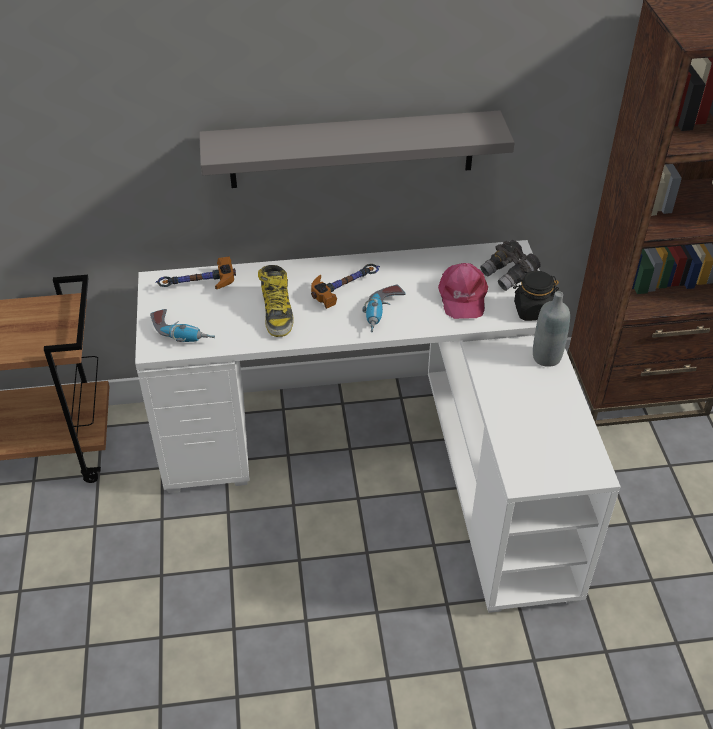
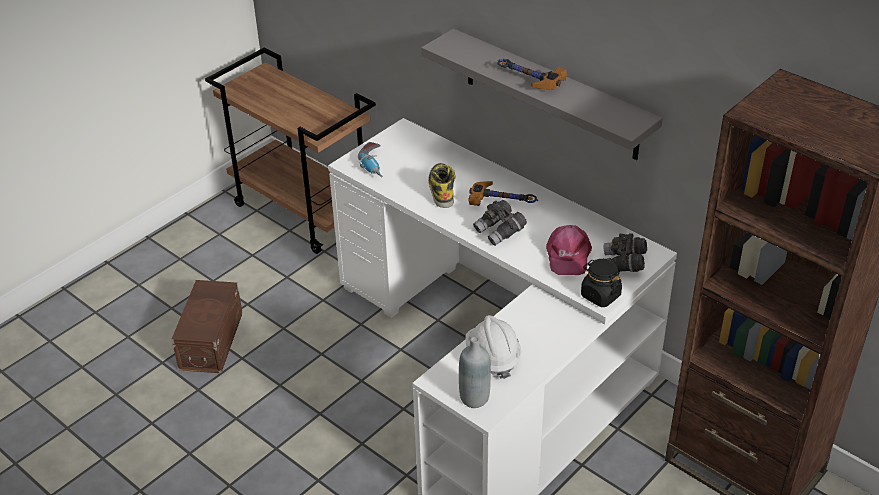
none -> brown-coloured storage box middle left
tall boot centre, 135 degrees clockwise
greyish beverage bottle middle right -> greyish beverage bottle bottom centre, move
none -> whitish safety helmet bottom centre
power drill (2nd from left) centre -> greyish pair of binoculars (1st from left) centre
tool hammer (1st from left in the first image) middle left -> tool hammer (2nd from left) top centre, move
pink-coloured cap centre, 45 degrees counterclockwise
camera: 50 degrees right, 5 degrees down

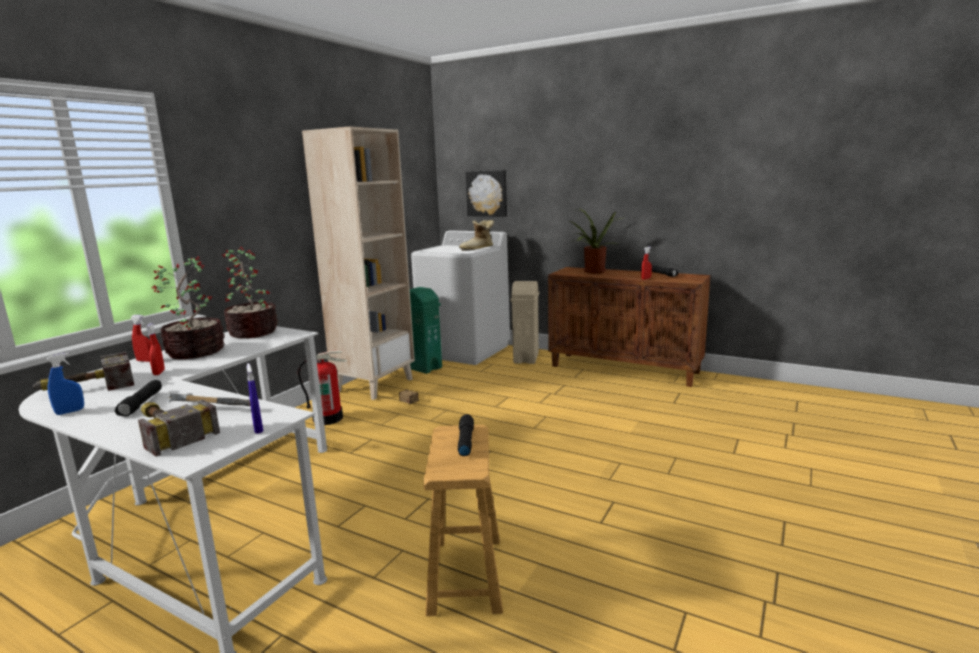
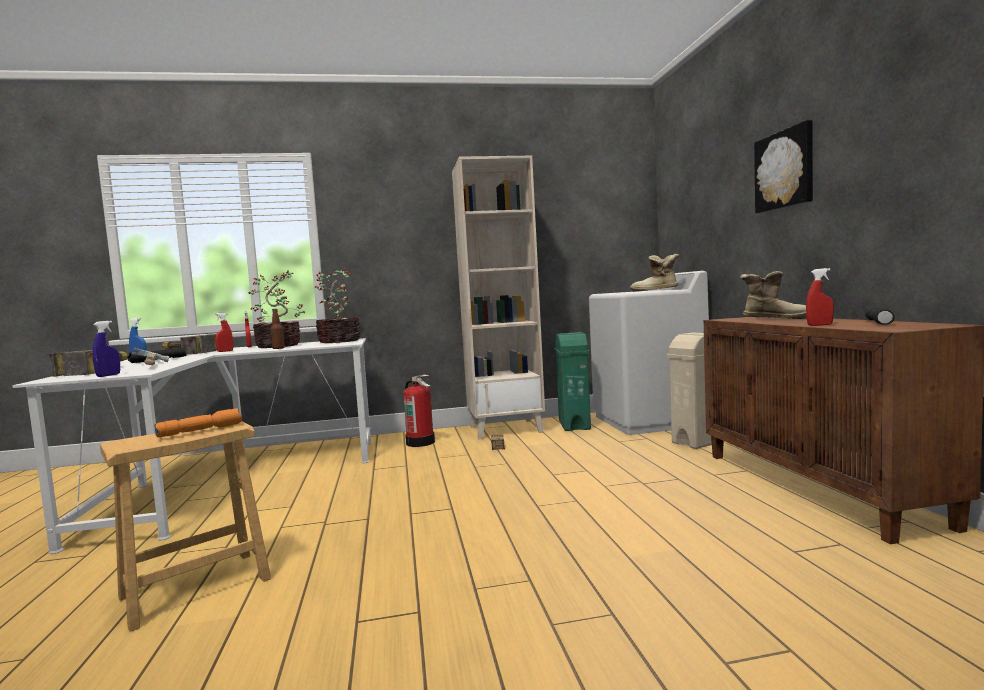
black hand torch (2nd from left) centre -> orangey hand torch middle left
none -> beverage bottle middle left
houseplant (3rd from left) centre -> tall boot (2nd from left) middle right
wall art top centre -> wall art top right, move
camera: 50 degrees right, 10 degrees down

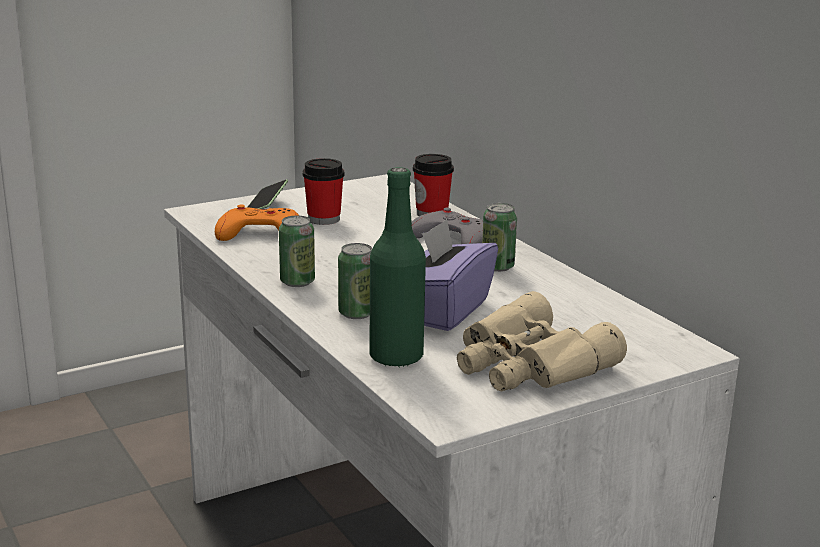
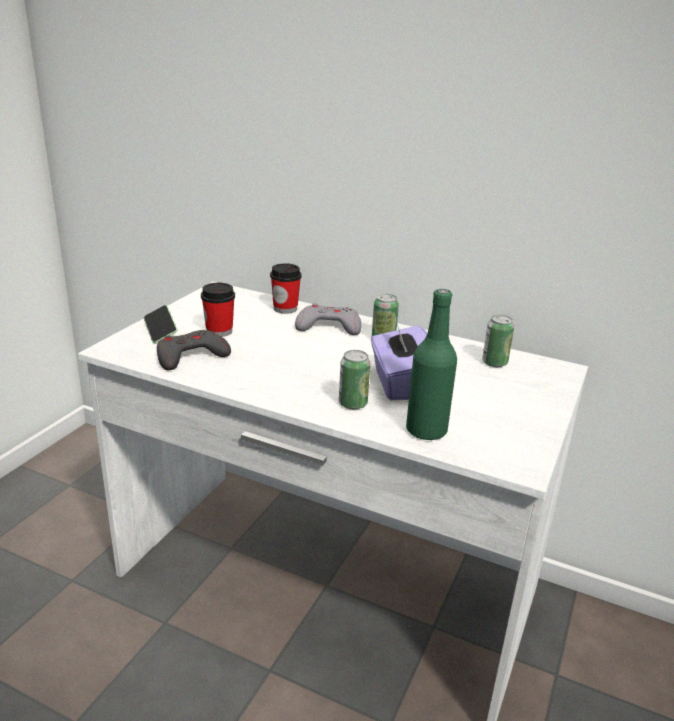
orangey game controller middle left -> greyish game controller (1st from left) middle left
sealed can (1st from left in the first image) centre -> sealed can (3rd from left) middle right, move
beige-coloured pair of binoculars centre -> none
camera: 35 degrees left, 5 degrees up

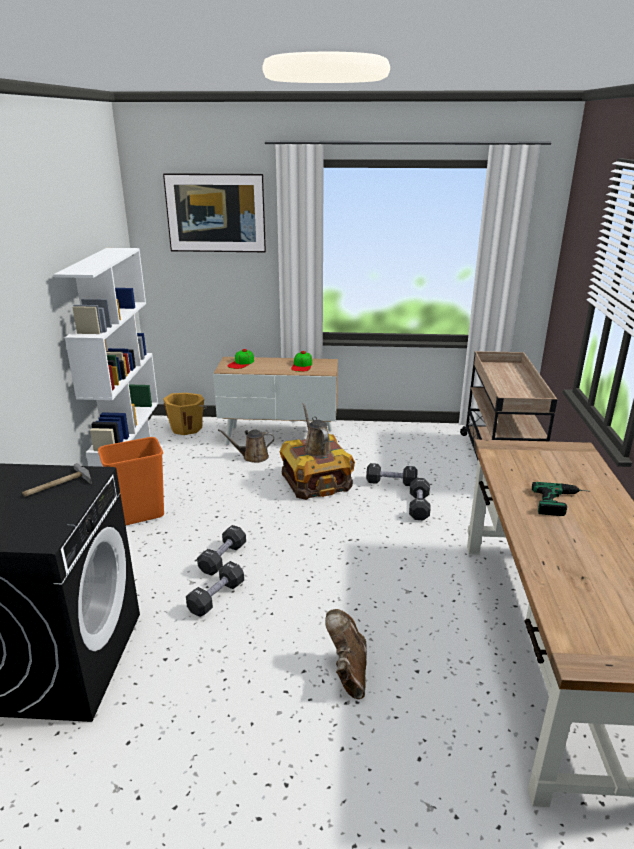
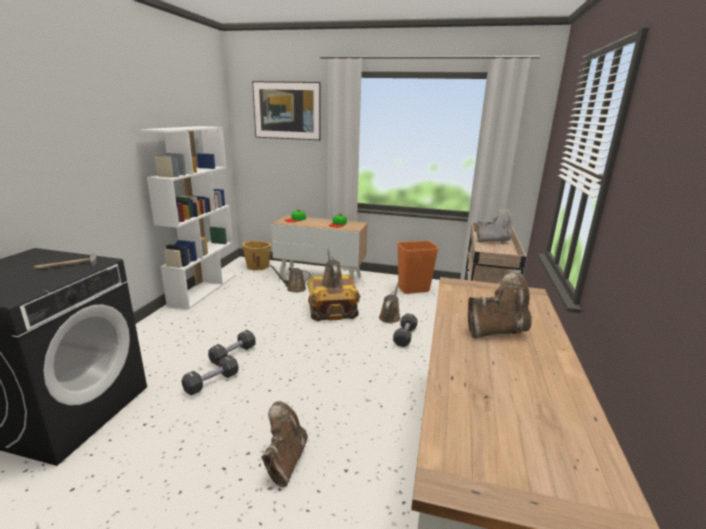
black hand weight (3rd from left) centre -> brown-coloured watering pot (3rd from left) centre
orangey trash can middle left -> orangey trash can centre, move
power drill middle right -> brown-coloured tall boot (2nd from left) middle right
none -> greyish tall boot middle right
camera: 10 degrees right, 5 degrees down

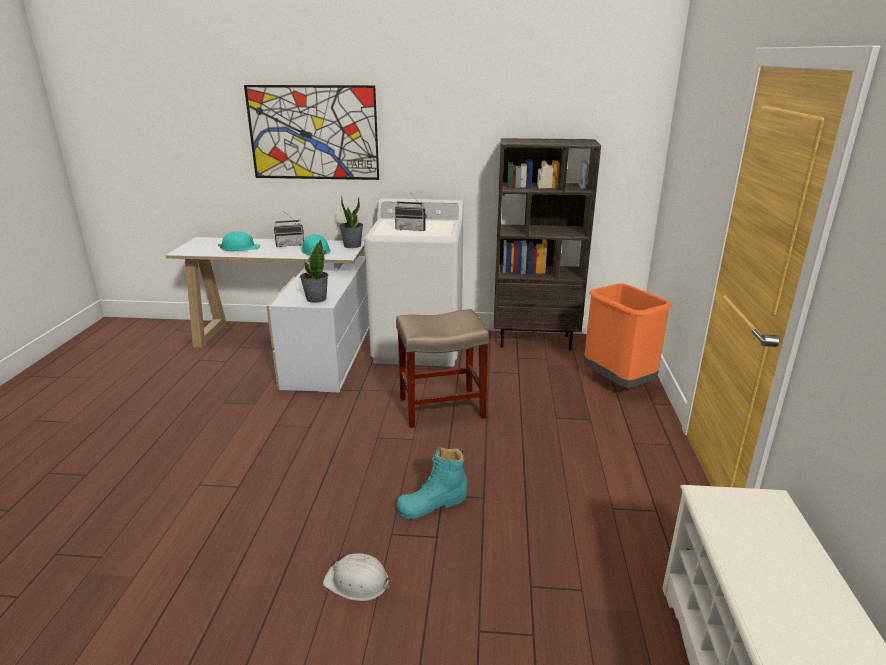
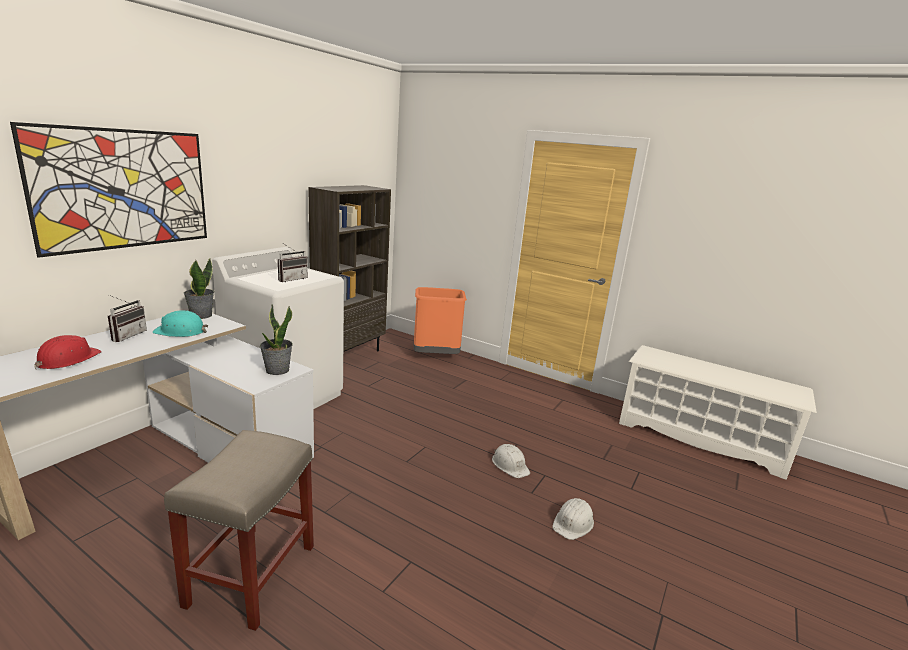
turquoise safety helmet (1st from left) middle left -> red safety helmet middle left
beige-coloured stool centre -> beige-coloured stool bottom left, move
turquoise tall boot bottom centre -> whitish safety helmet (1st from left) bottom centre
camera: 65 degrees left, 5 degrees down

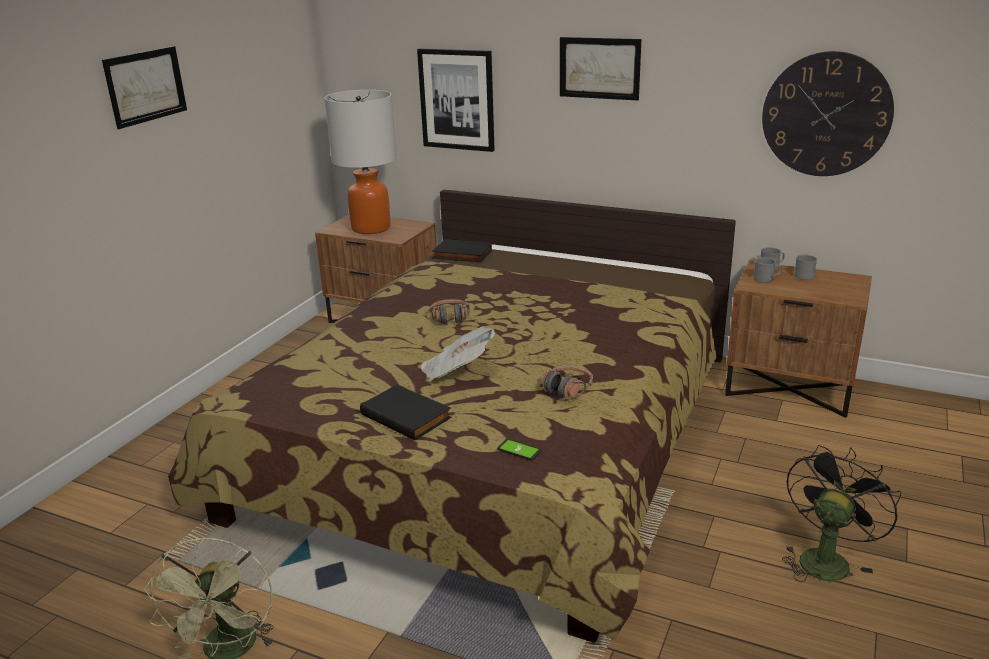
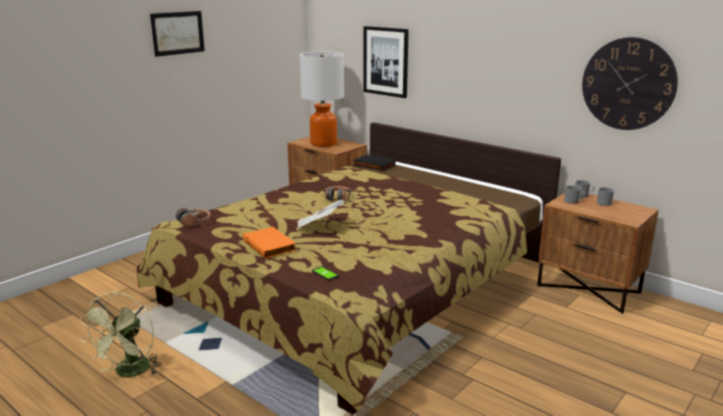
headphones (2nd from left in the first image) centre -> headphones (1st from left) middle left, move
black book (1st from left) centre -> orangey book centre
wall art (3rd from left) top centre -> none
black fan bottom right -> none
camera: 15 degrees right, 5 degrees down

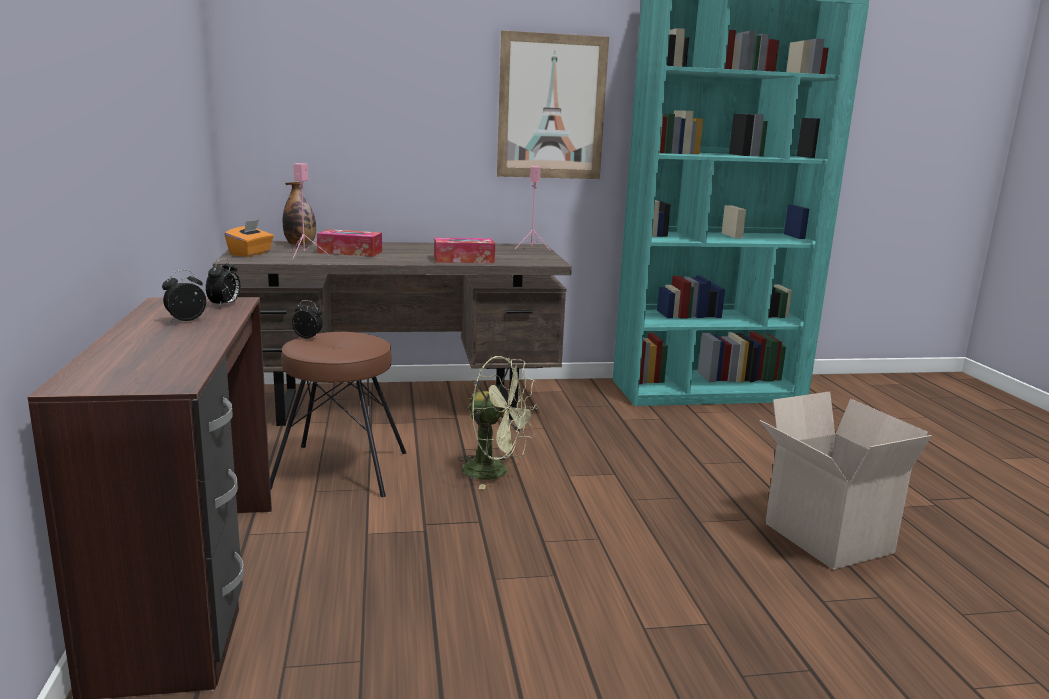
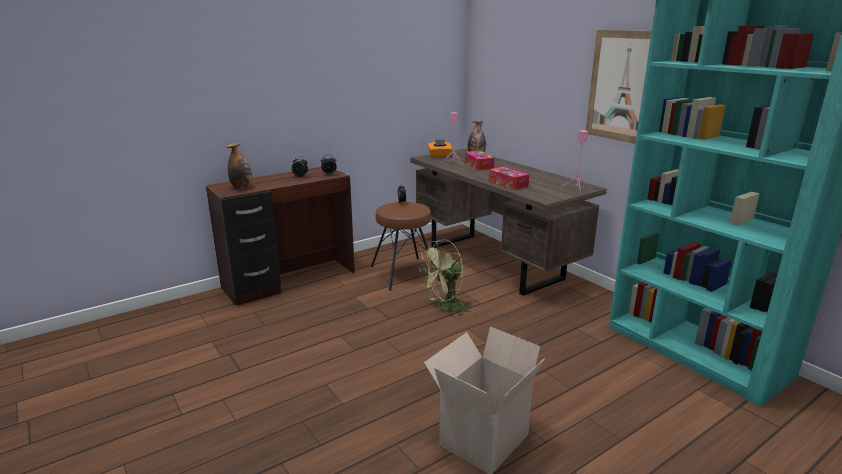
none -> beverage bottle (1st from left) middle left
green fan centre, 60 degrees clockwise
camera: 65 degrees right, 5 degrees up

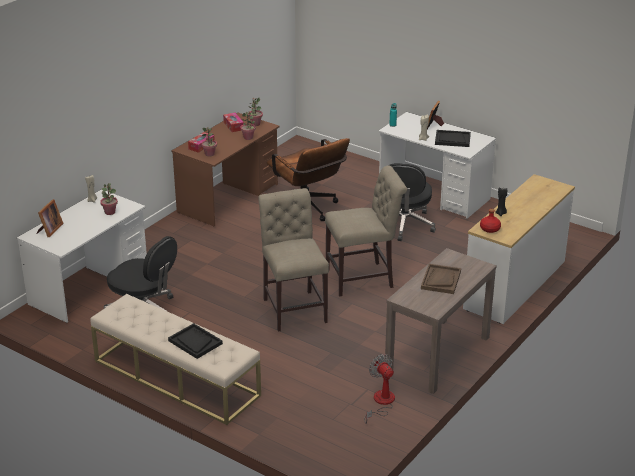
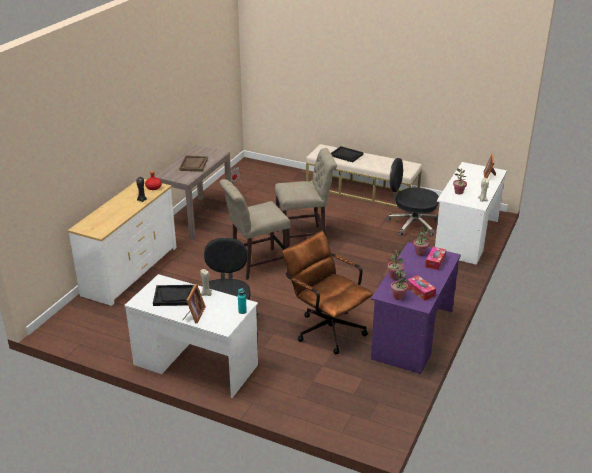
beige-coloured chair (1st from left in the first image) centre -> beige-coloured chair (2nd from left) centre, 75 degrees counterclockwise
brown-coloured desk table centre -> purplish desk table middle right
camera: 170 degrees right, 0 degrees up

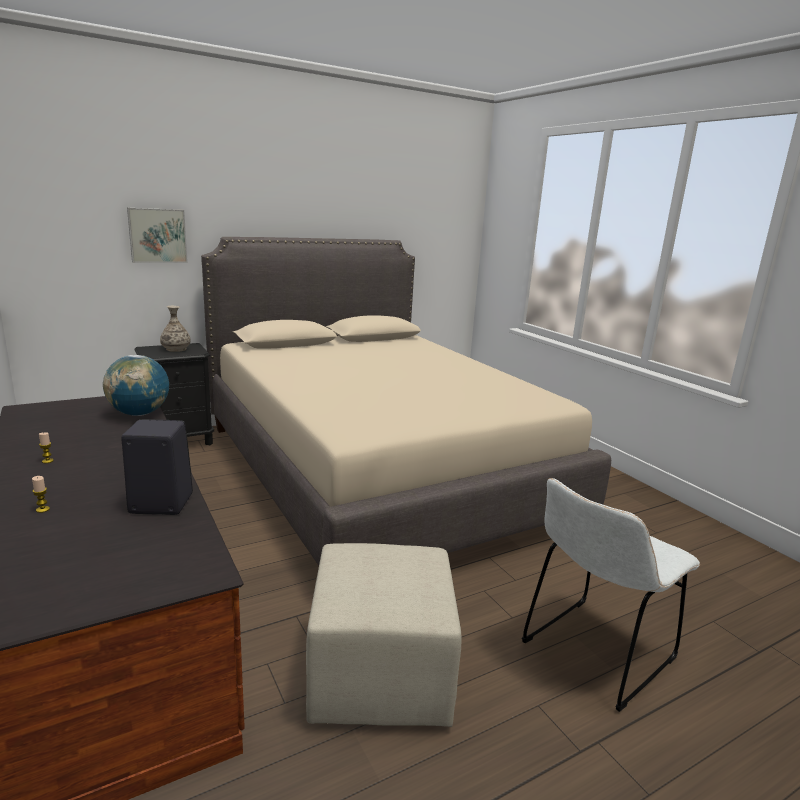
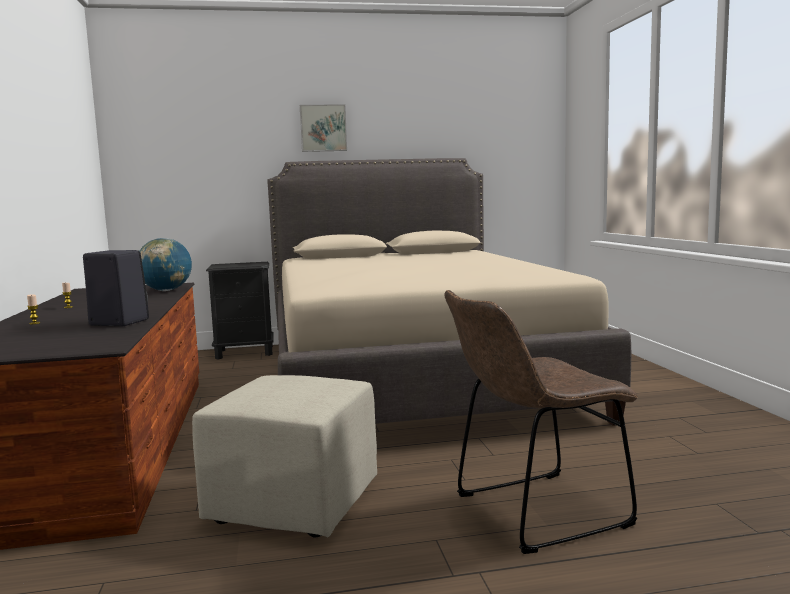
wall art top left -> wall art top centre, move
whitish chair bottom right -> brown-coloured chair bottom right
flower vase middle left -> none
camera: 20 degrees right, 10 degrees down

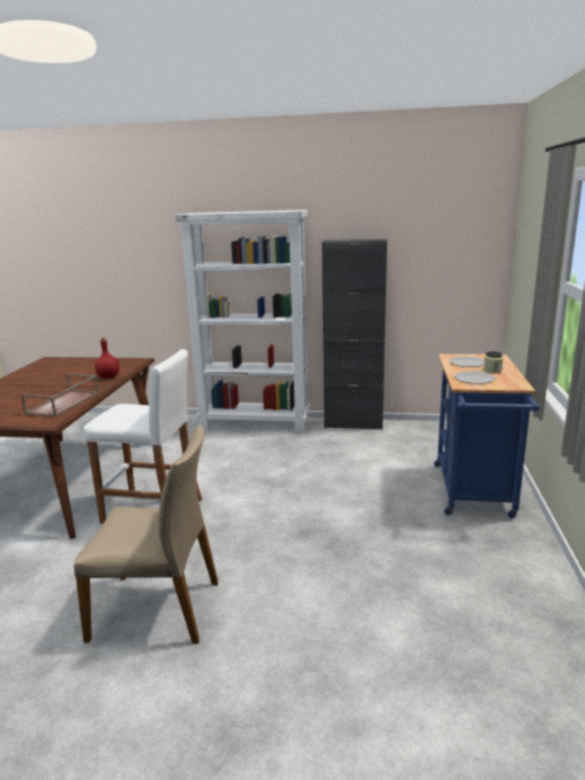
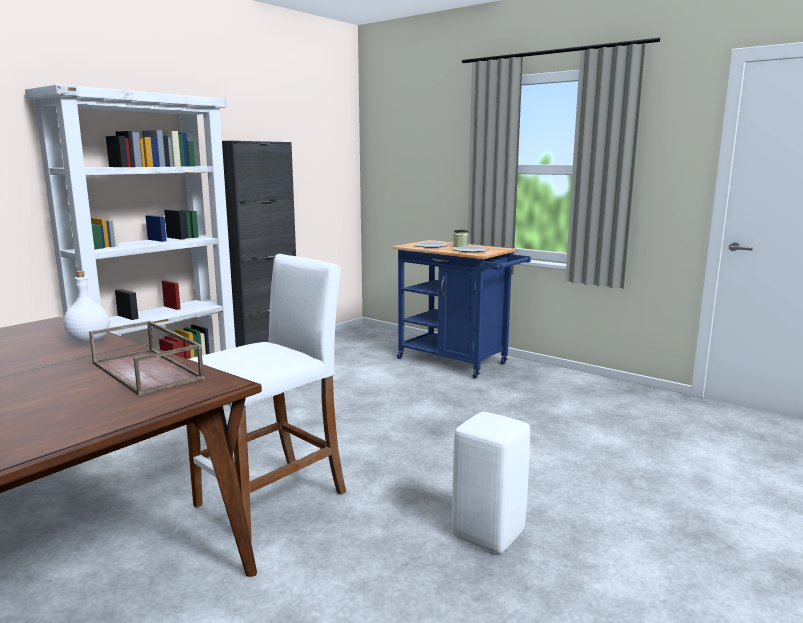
red beverage bottle middle left -> whitish beverage bottle middle left
beige-coloured chair bottom left -> whitish stool (2nd from left) bottom centre
camera: 60 degrees left, 5 degrees down

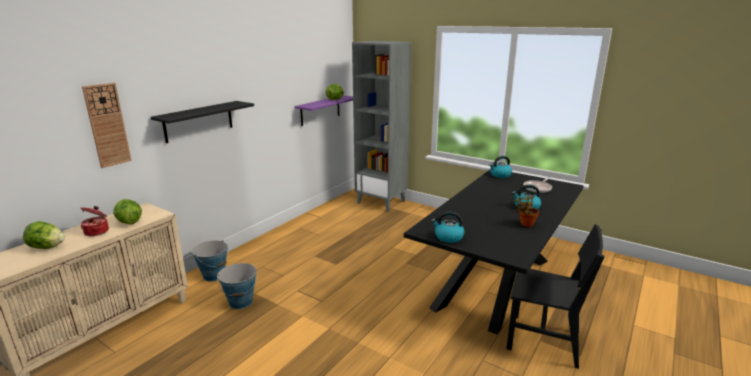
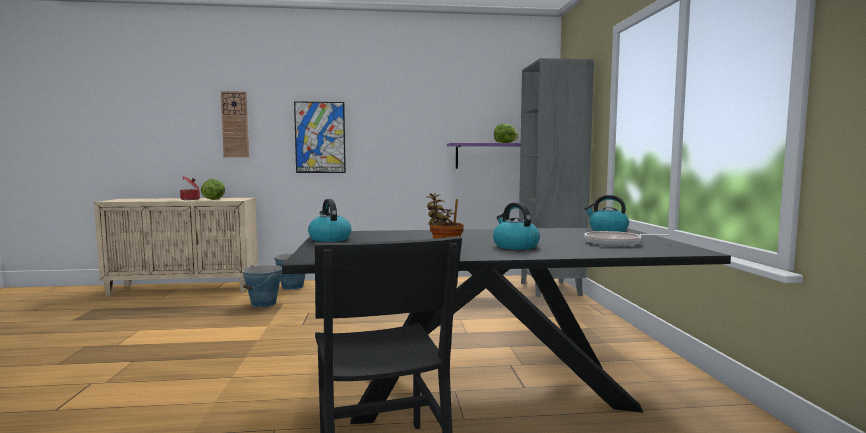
black wall shelf top left -> wall art top centre
head of lettuce (1st from left) middle left -> none
camera: 50 degrees right, 15 degrees down

